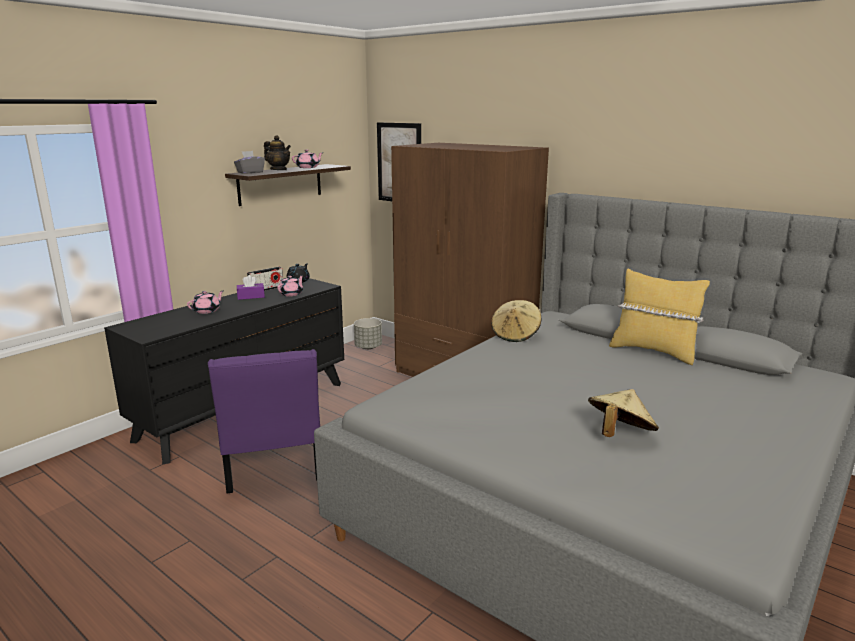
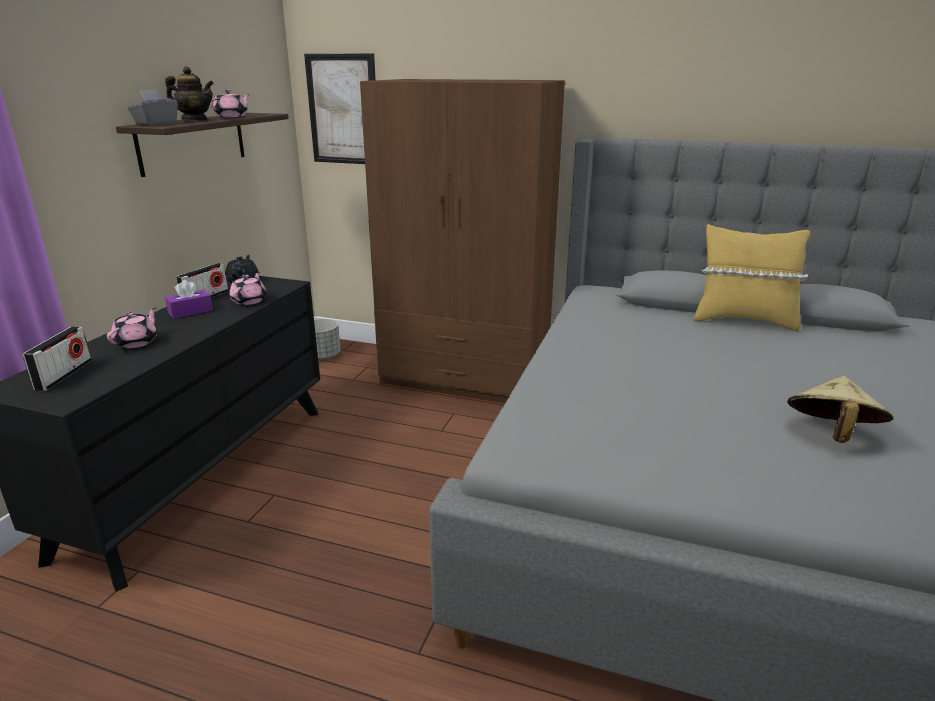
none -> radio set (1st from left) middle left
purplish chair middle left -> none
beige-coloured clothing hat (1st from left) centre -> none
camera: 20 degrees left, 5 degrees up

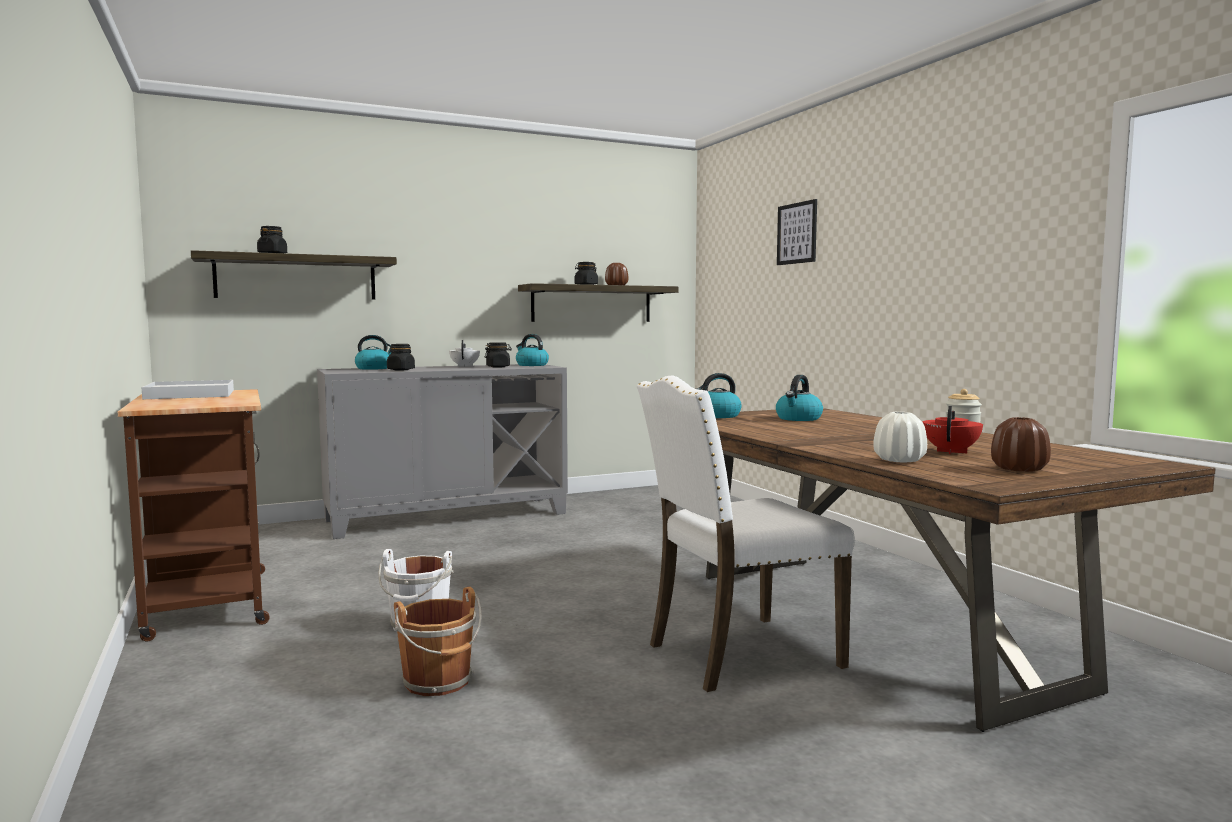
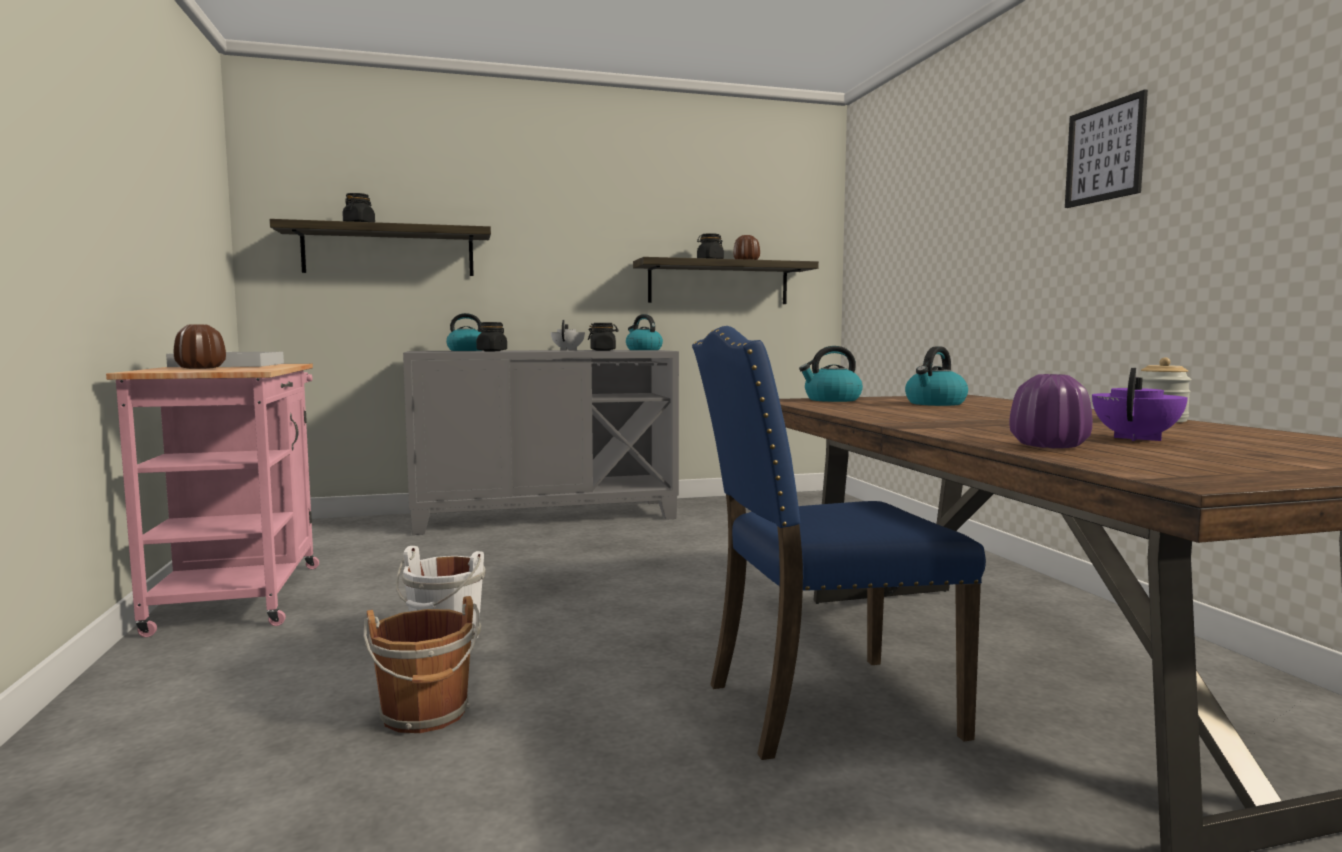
brown-coloured trolley middle left -> pink-coloured trolley middle left
brown-coloured flower vase (2nd from left in the first image) middle right -> brown-coloured flower vase (1st from left) middle left, move
whitish chair centre -> bluish chair centre
whitish flower vase middle right -> purplish flower vase middle right
wall art top centre -> wall art top right, move
red tea pot middle right -> purplish tea pot middle right
camera: 10 degrees right, 0 degrees up

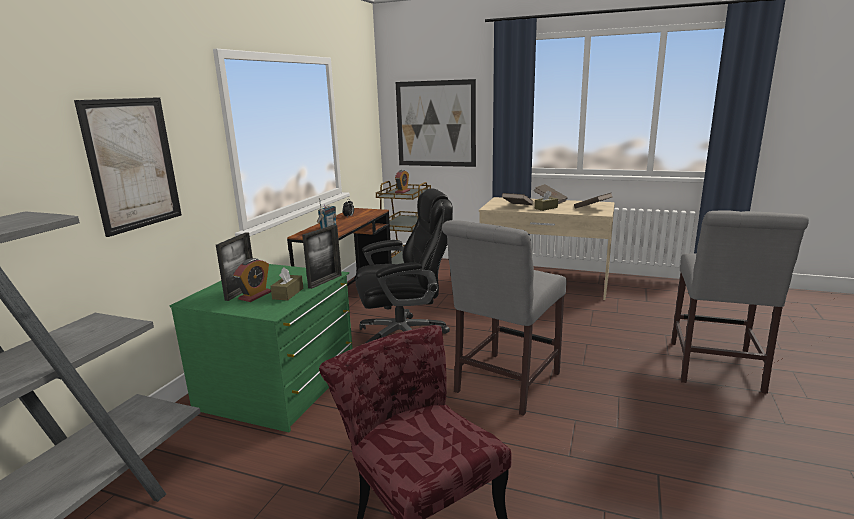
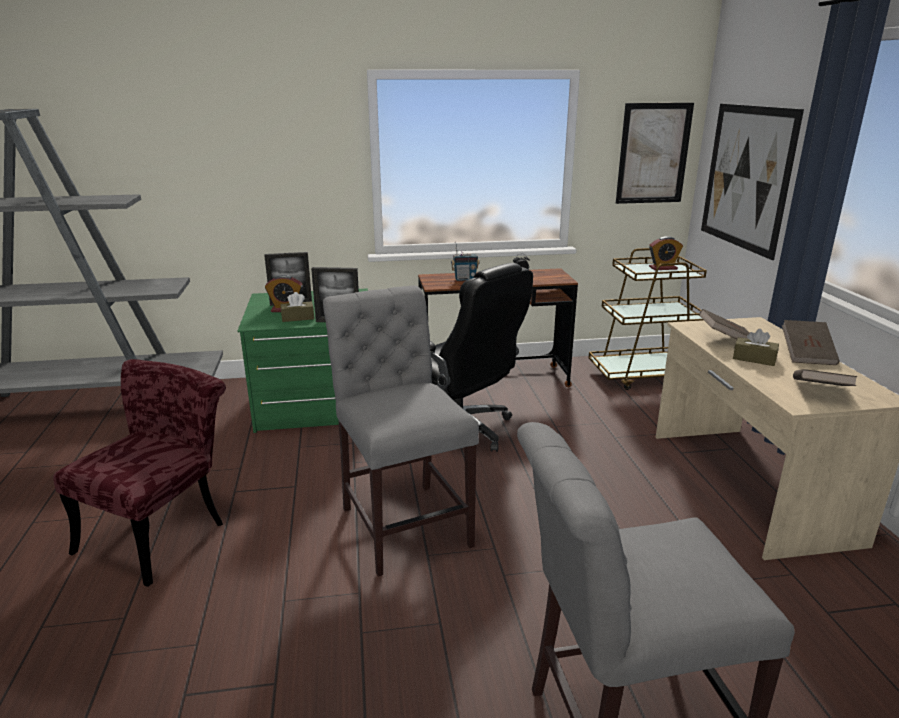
greyish chair (1st from left) centre, 60 degrees clockwise
wall art (1st from left) top left -> wall art (1st from left) top right, move
camera: 60 degrees right, 5 degrees up

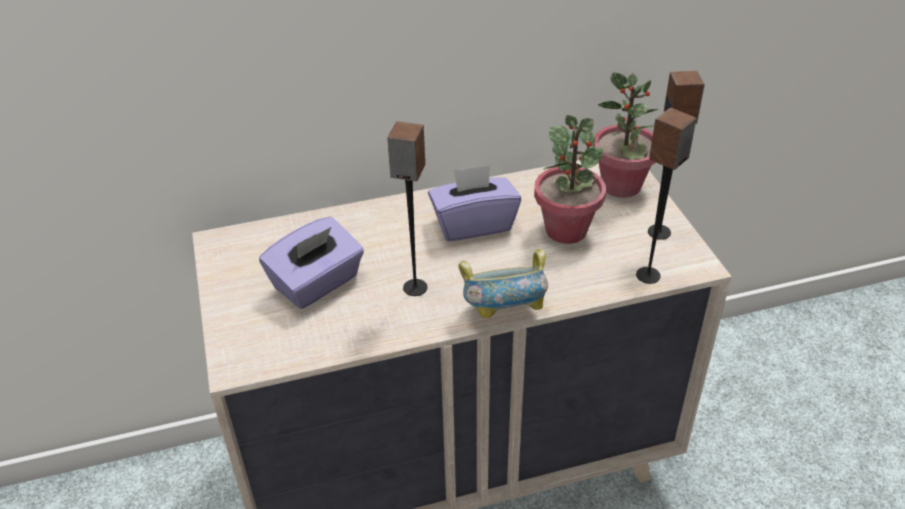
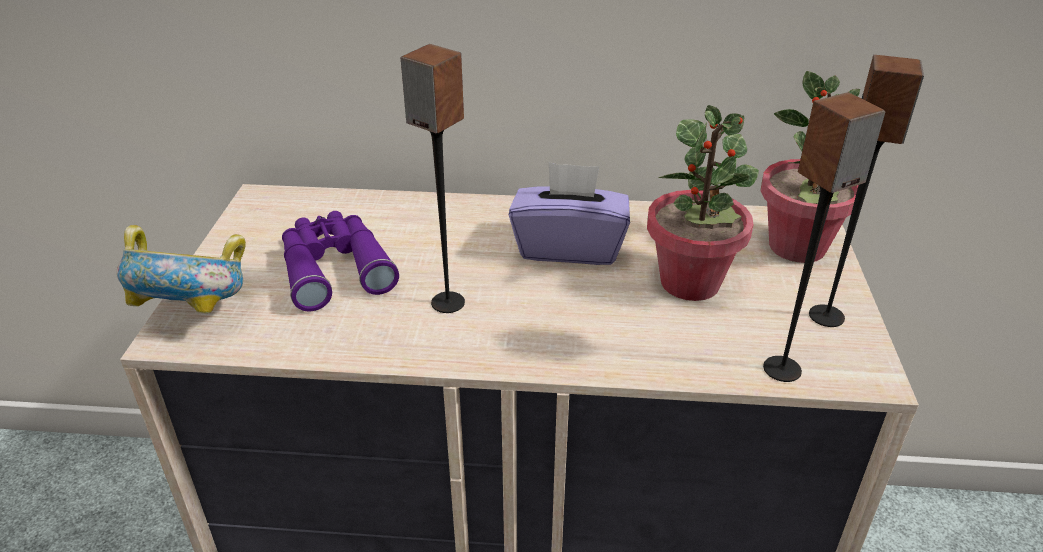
serving bowl centre -> serving bowl middle left, move
purplish tissue holder (1st from left) centre -> purplish pair of binoculars middle left
camera: 20 degrees right, 5 degrees down

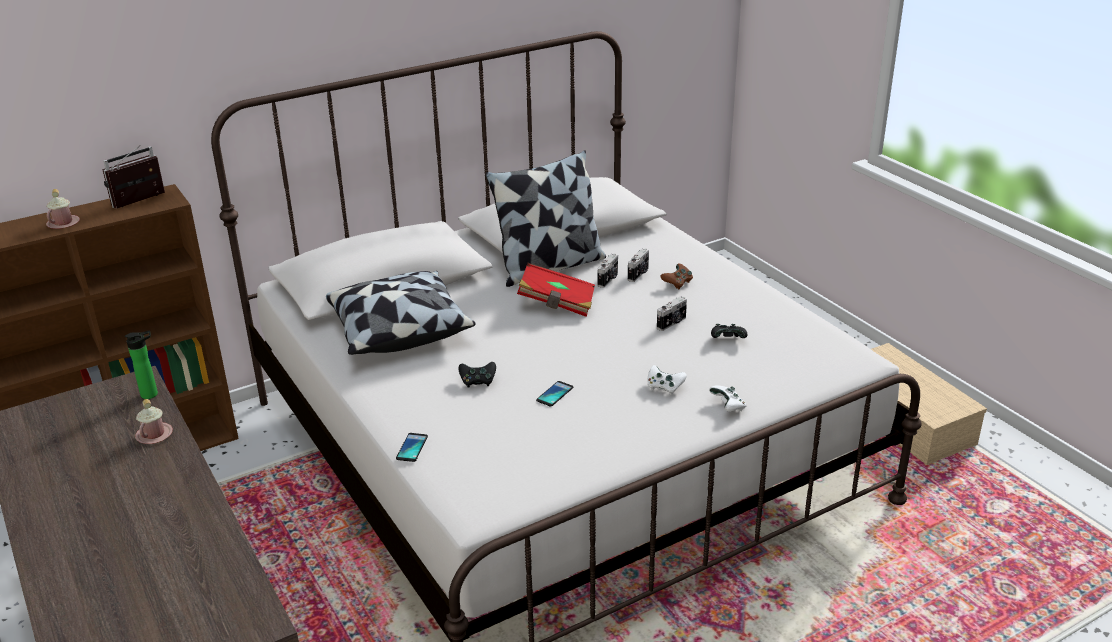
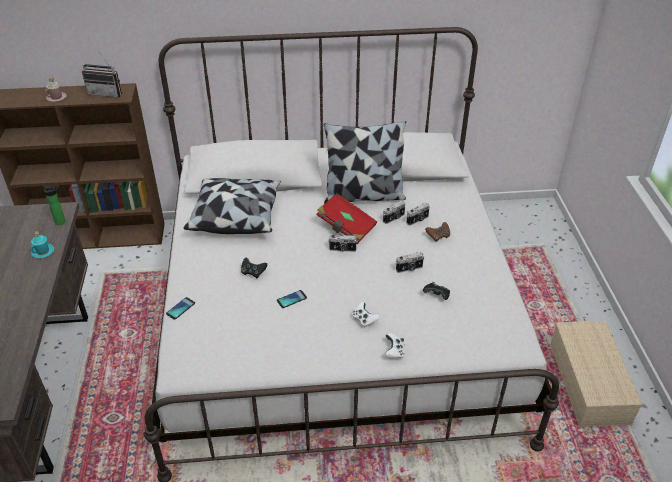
pink-coloured coffee mug (2nd from left) middle left -> turquoise coffee mug middle left
radio set top left, 150 degrees counterclockwise
none -> photo camera (1st from left) centre
camera: 25 degrees right, 10 degrees up

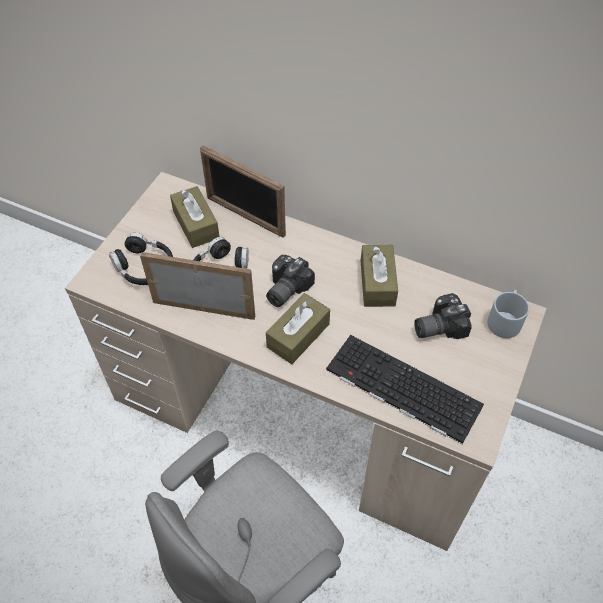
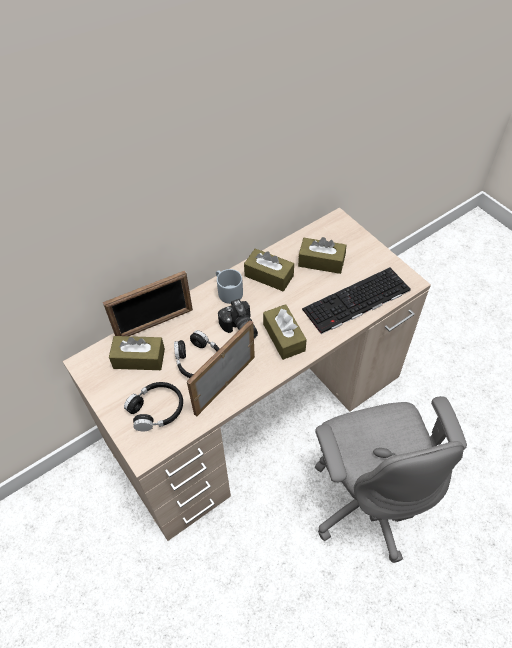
greyish coffee mug middle right -> greyish coffee mug centre, move
photo camera (2nd from left) middle right -> brown-coloured tissue holder (4th from left) centre
camera: 60 degrees left, 0 degrees up

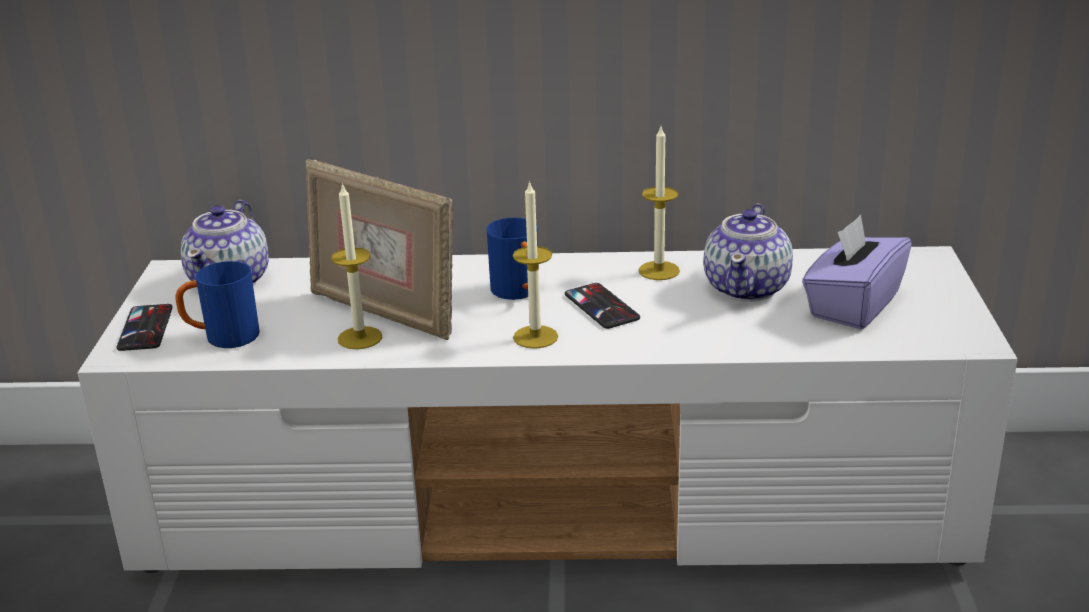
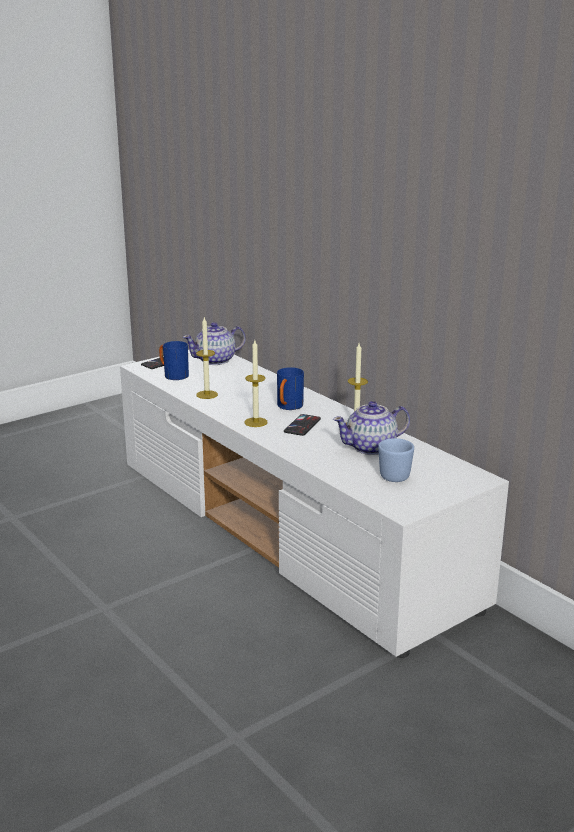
purplish tissue holder middle right -> bluish coffee mug (3rd from left) middle right
photo frame centre -> none
camera: 50 degrees right, 5 degrees down

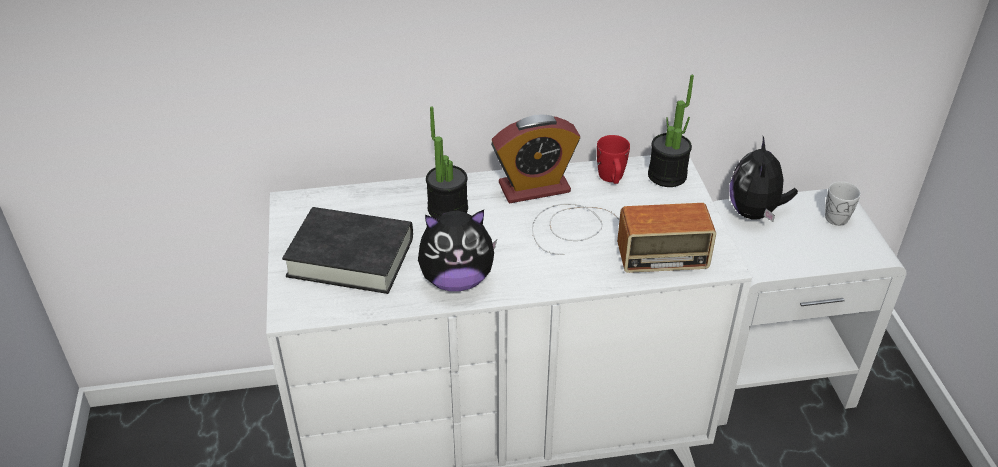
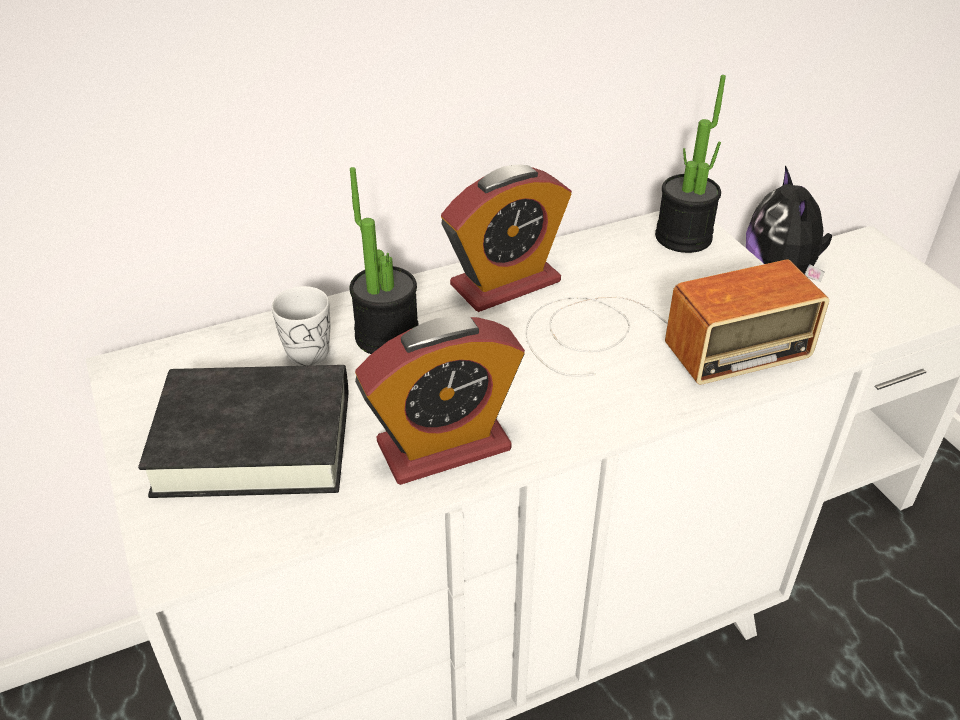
whitish coffee mug middle right -> whitish coffee mug middle left, move
plush toy (1st from left) centre -> bedside clock (1st from left) centre
red coffee mug centre -> none
camera: 15 degrees left, 0 degrees up

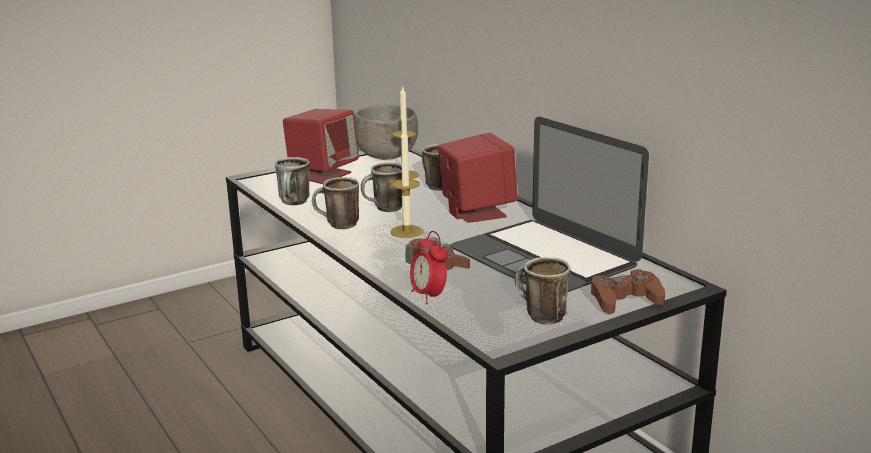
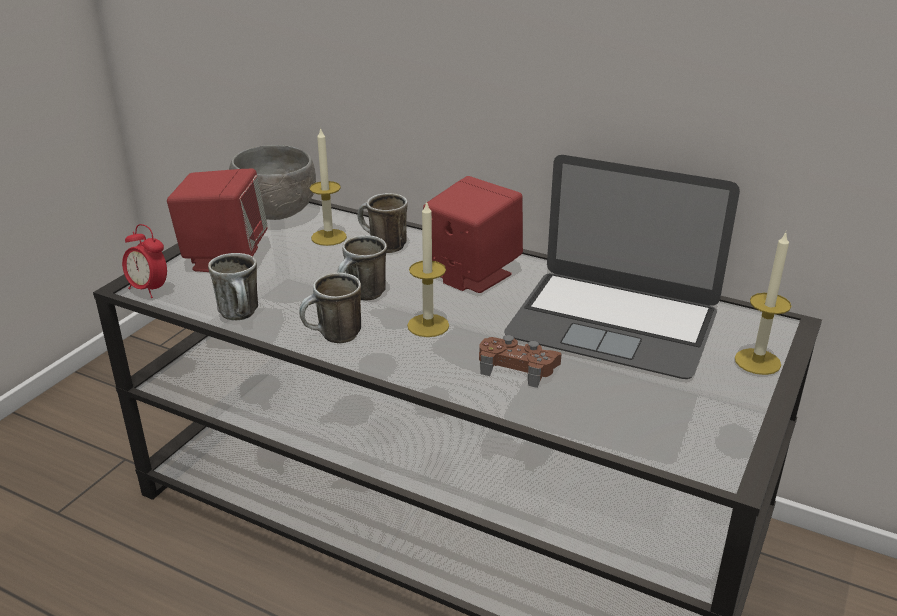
bedside clock centre -> bedside clock middle left, move
brown-coloured game controller (2nd from left) middle right -> wax light (3rd from left) middle right
coffee mug (5th from left) centre -> none
camera: 30 degrees left, 10 degrees up

